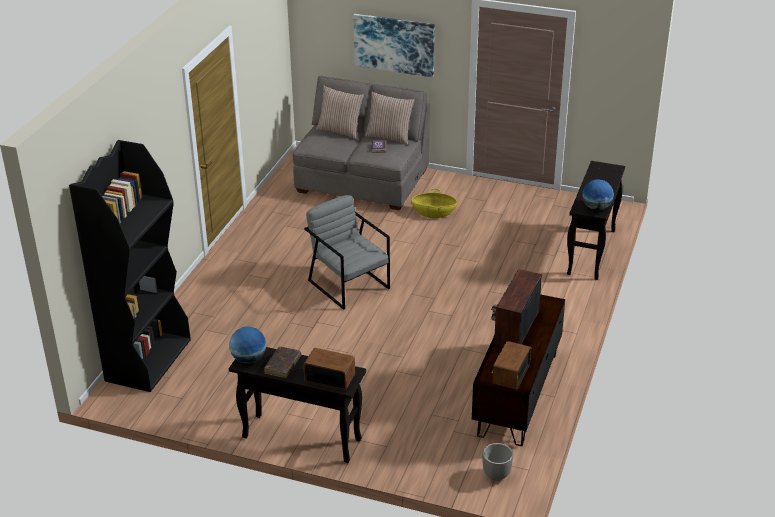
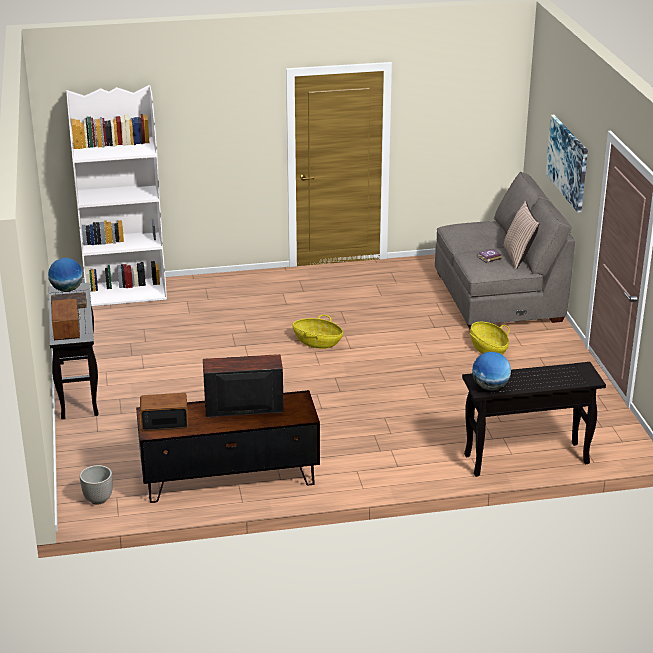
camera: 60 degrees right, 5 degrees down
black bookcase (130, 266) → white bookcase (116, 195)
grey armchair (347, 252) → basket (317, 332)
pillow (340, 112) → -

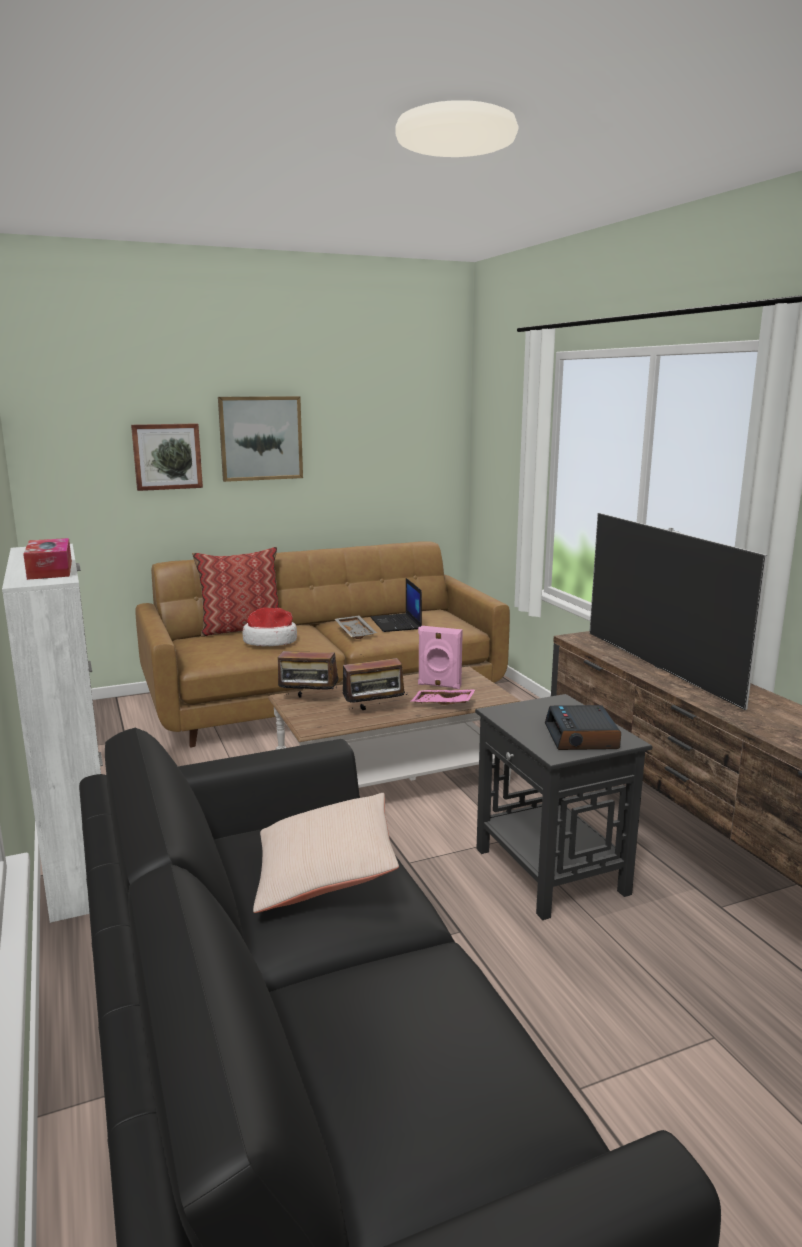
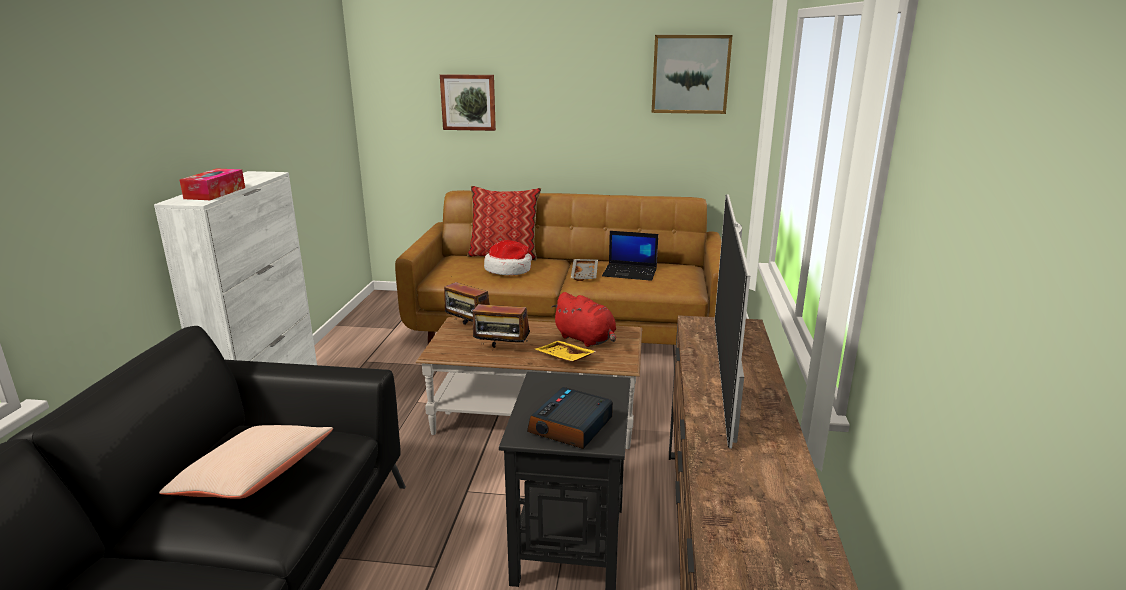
camera: 30 degrees right, 5 degrees up
picture (260, 439) → picture (692, 74), relocated
laptop (396, 605) → laptop (630, 256), 90 degrees counterclockwise
pink tray (443, 697) → yellow tray (565, 351)
pink speaker (440, 657) → red plush toy (583, 319)

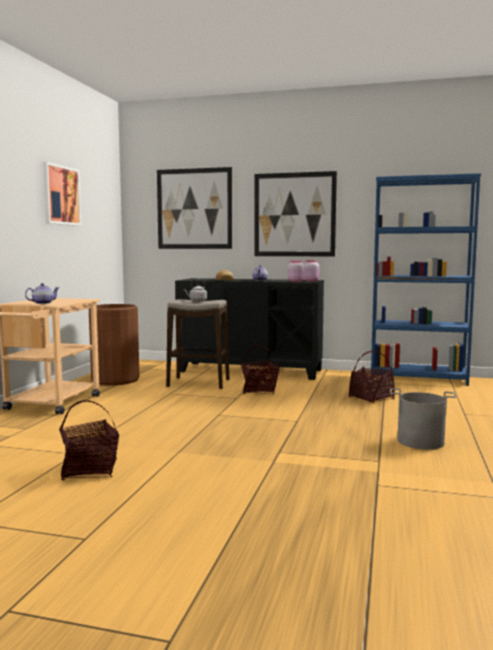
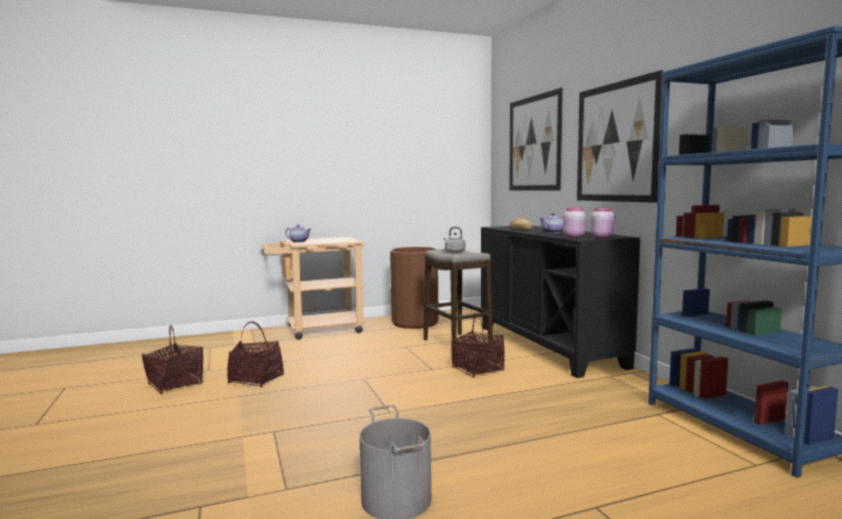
camera: 55 degrees right, 0 degrees up
picture (62, 194) → -
basket (372, 377) → basket (255, 354), relocated

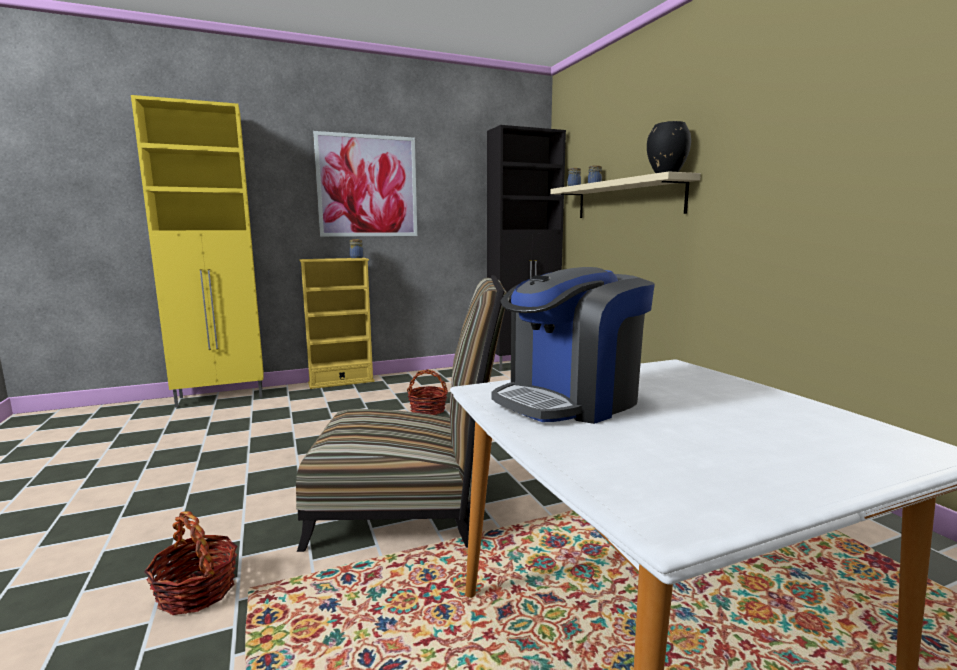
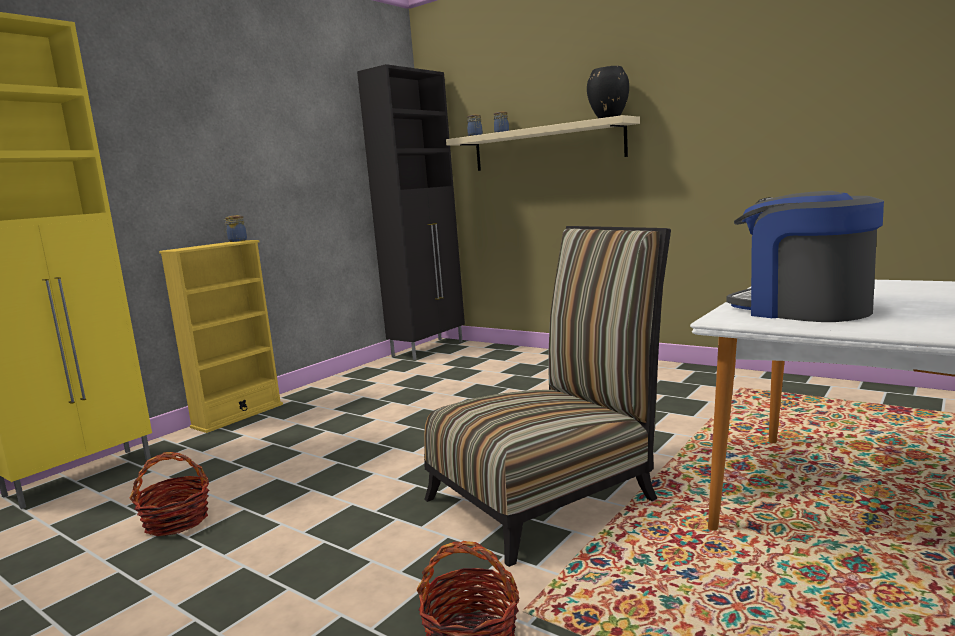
camera: 30 degrees left, 0 degrees up
picture (365, 184) → -
basket (427, 392) → basket (169, 494), relocated
coffee machine (573, 345) → coffee machine (805, 256), 120 degrees clockwise

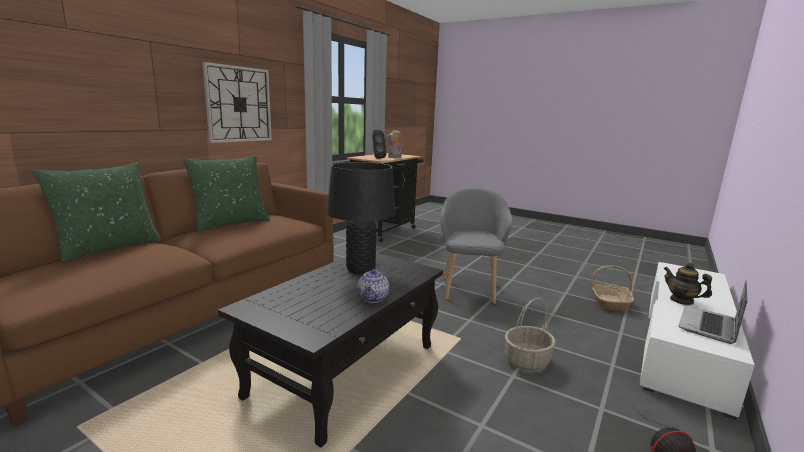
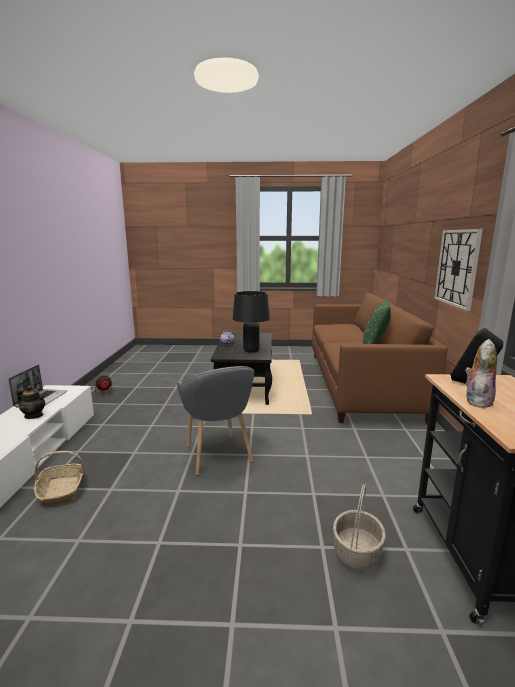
camera: 150 degrees right, 0 degrees up
green pillow (97, 212) → -
basket (530, 334) → basket (359, 527), relocated

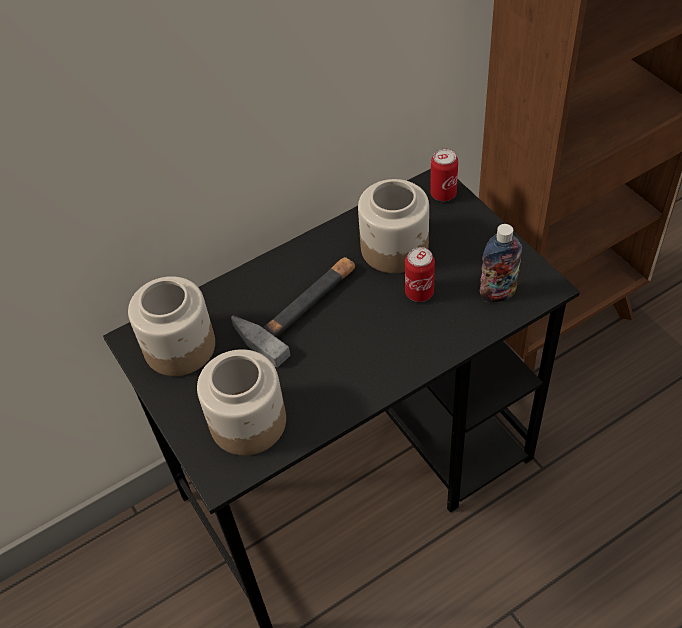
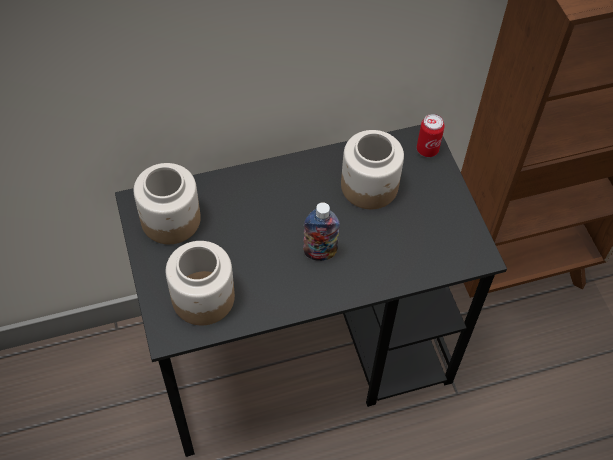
camera: 10 degrees right, 5 degrees up
hammer (293, 312) → -
can (420, 274) → -
bottle (500, 263) → bottle (321, 231), relocated

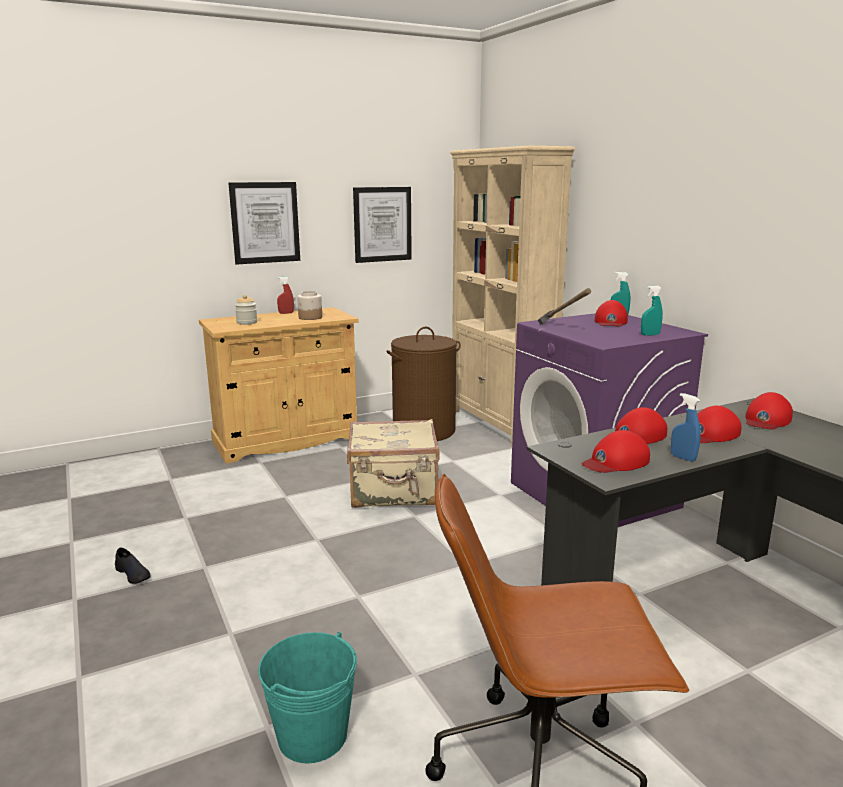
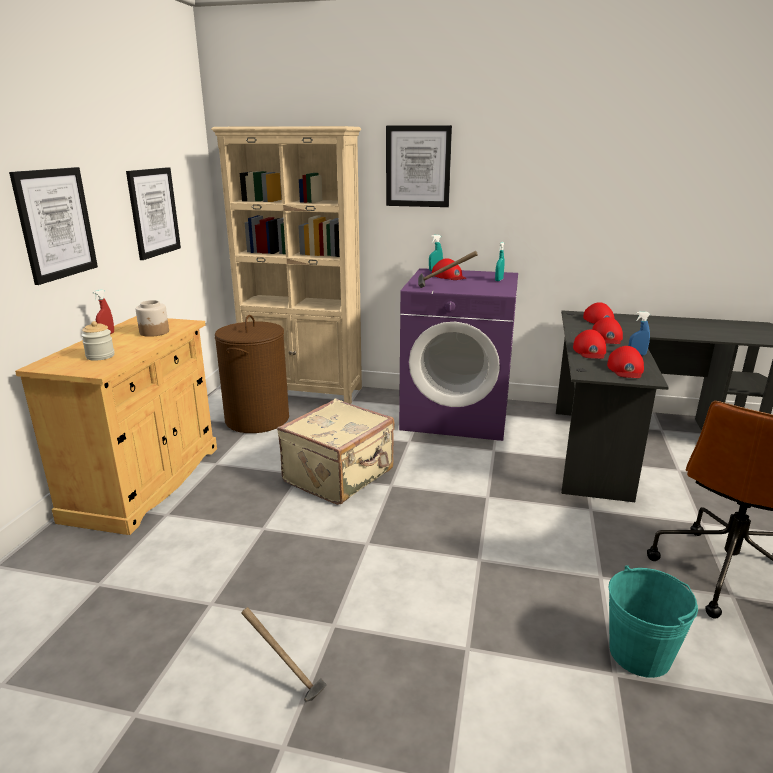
camera: 50 degrees left, 5 degrees up
black shoe (133, 565) → hammer (284, 654)
- → picture (419, 166)

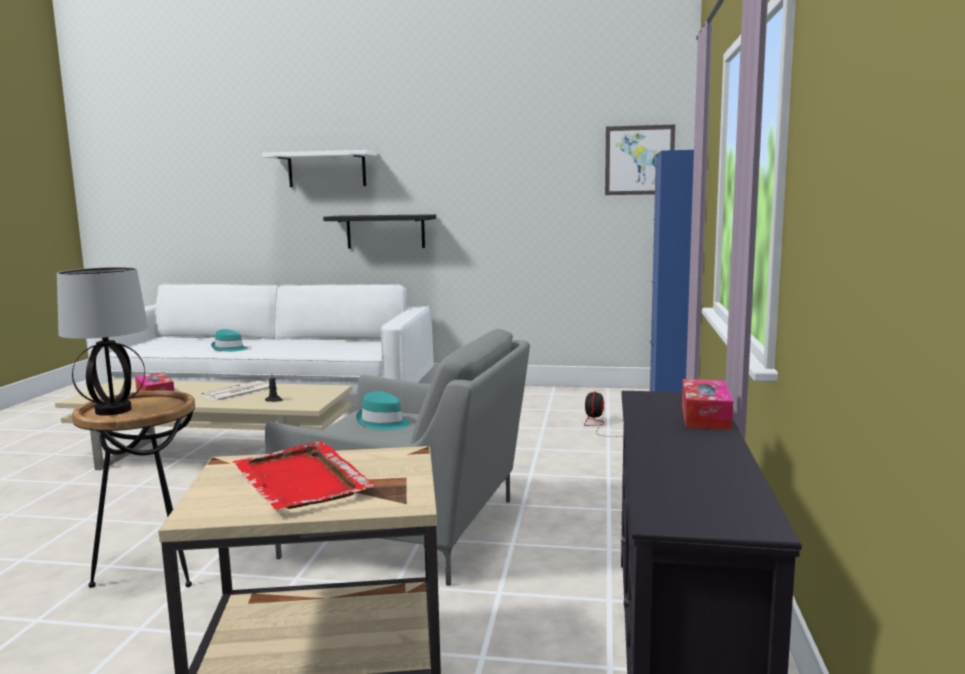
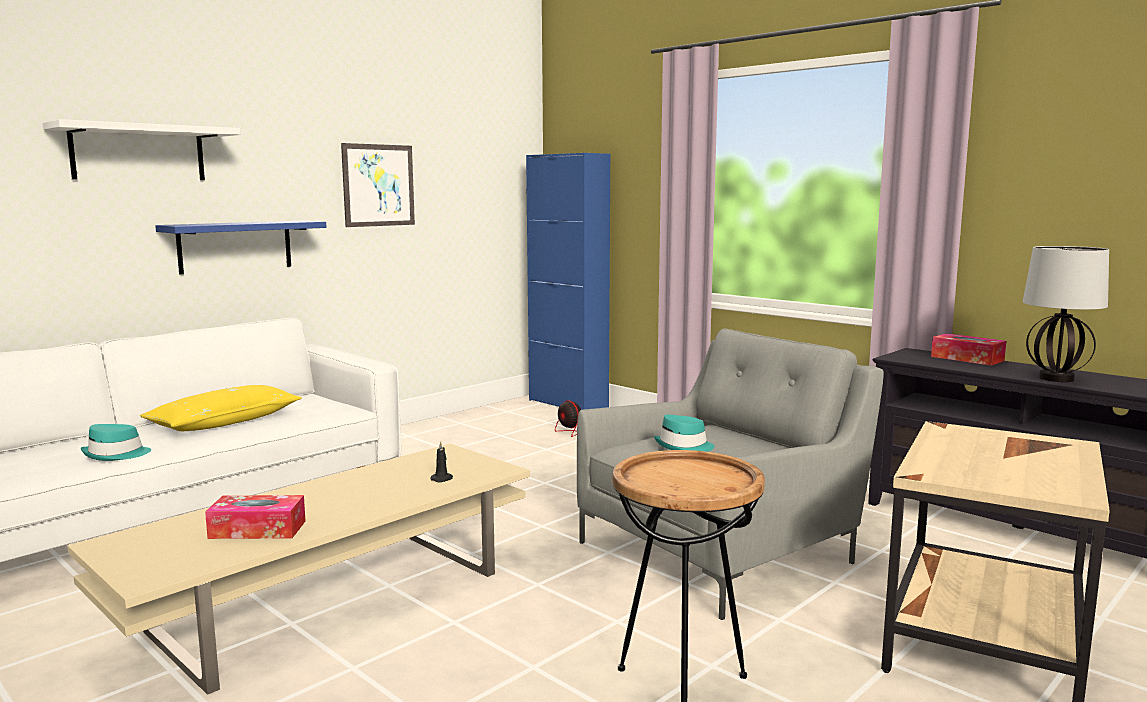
camera: 55 degrees left, 0 degrees up
table lamp (102, 341) → table lamp (1066, 314), relocated
newspaper (235, 391) → -
red tray (305, 475) → -
black shelf (379, 231) → blue shelf (240, 247)
picture (640, 159) → picture (378, 185), relocated
- → yellow pillow (221, 408)

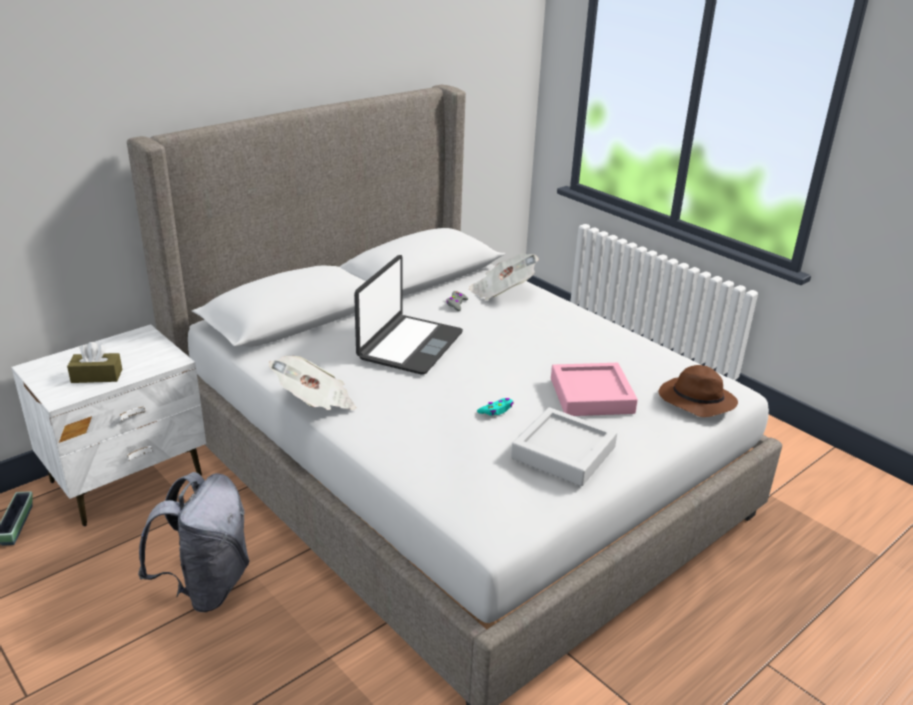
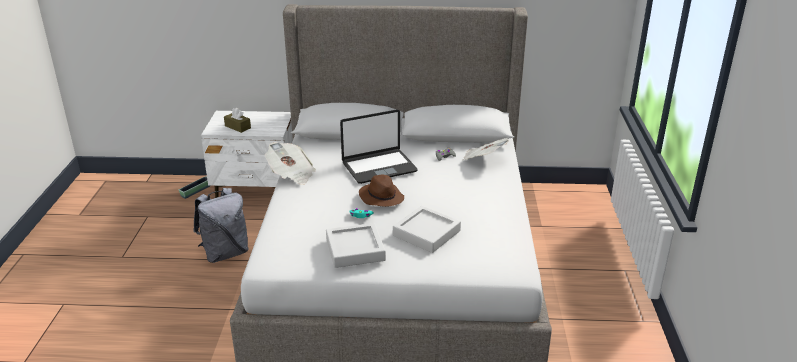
camera: 45 degrees right, 0 degrees up
pink tray (594, 389) → grey tray (427, 229)
brown hat (698, 391) → brown hat (381, 190), relocated

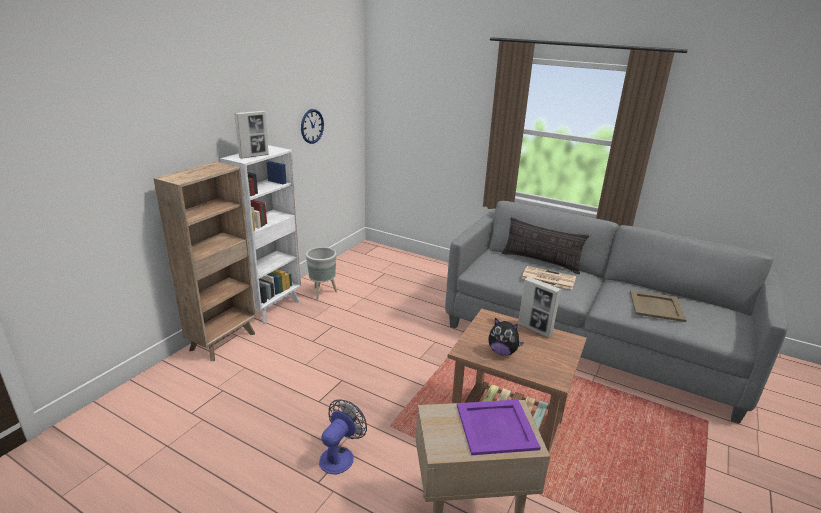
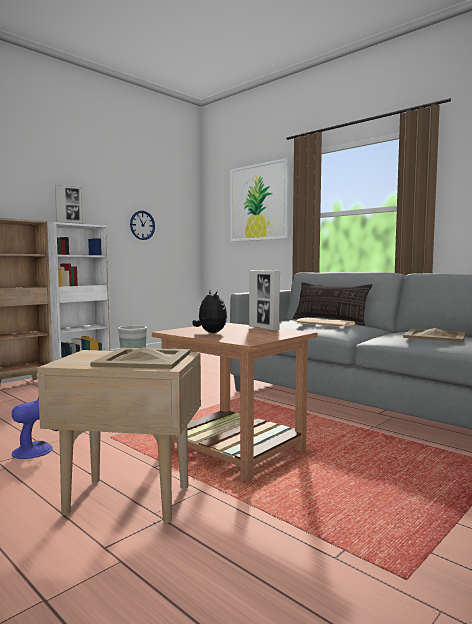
camera: 15 degrees right, 20 degrees down
purple tray (499, 427) → beige tray (140, 358)
plush toy (506, 337) → plush toy (209, 312), 150 degrees counterclockwise
- → picture (260, 200)

